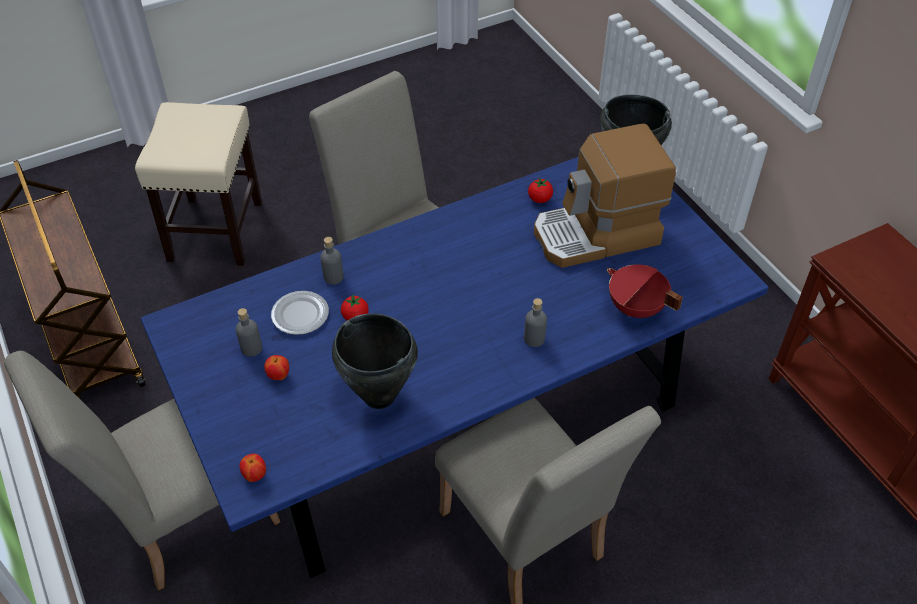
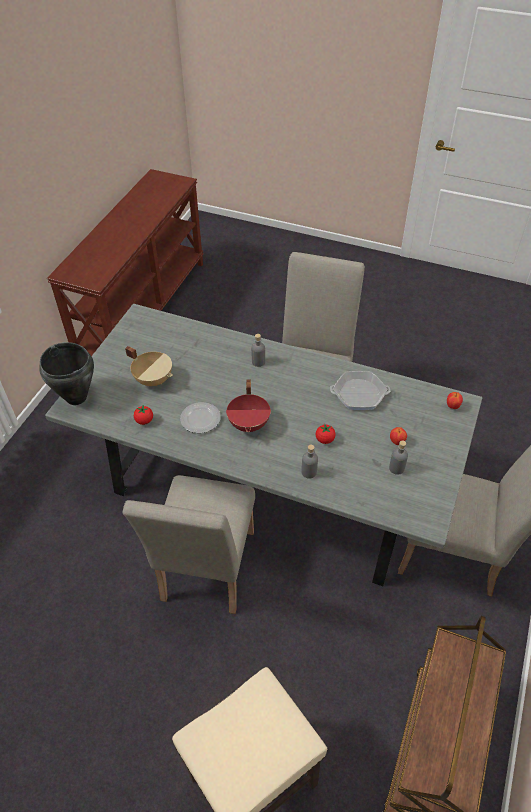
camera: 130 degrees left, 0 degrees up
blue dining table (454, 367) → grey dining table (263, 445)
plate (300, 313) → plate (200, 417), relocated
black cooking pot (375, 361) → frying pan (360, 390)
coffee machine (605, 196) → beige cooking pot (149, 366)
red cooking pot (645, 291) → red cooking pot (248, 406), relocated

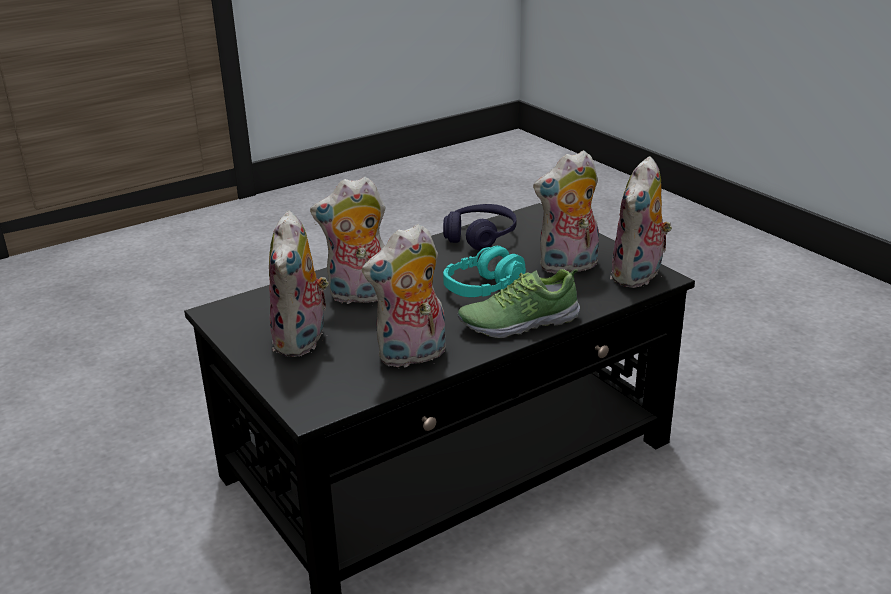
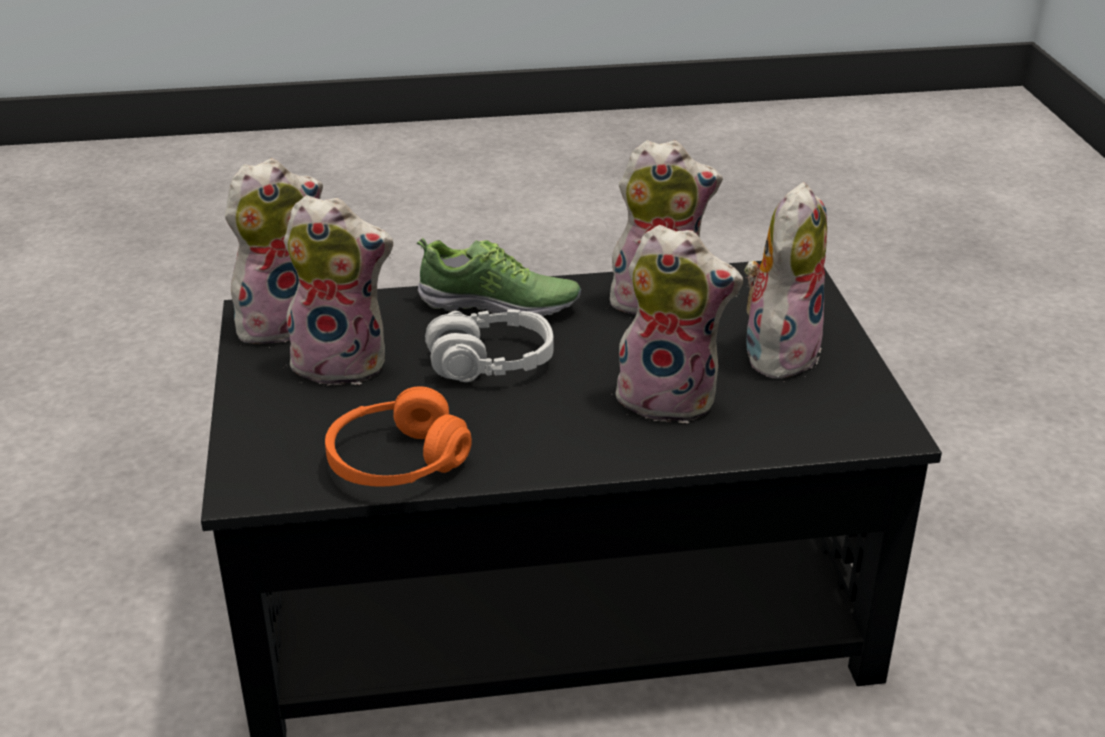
camera: 155 degrees left, 5 degrees up
purple headphones (479, 227) → orange headphones (398, 436)
turquoise headphones (484, 271) → grey headphones (489, 345)

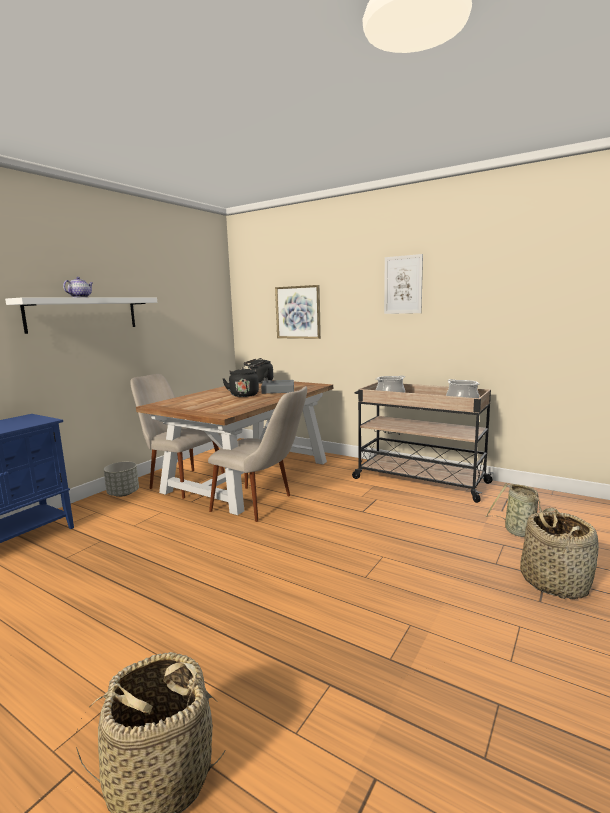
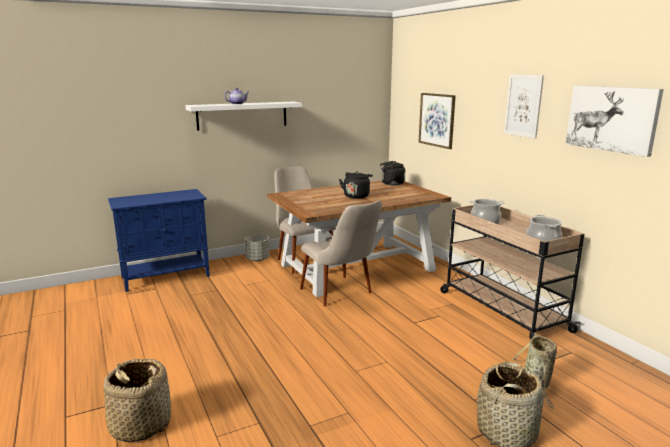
camera: 30 degrees right, 5 degrees up
grey tray (277, 387) → -
- → picture (615, 121)

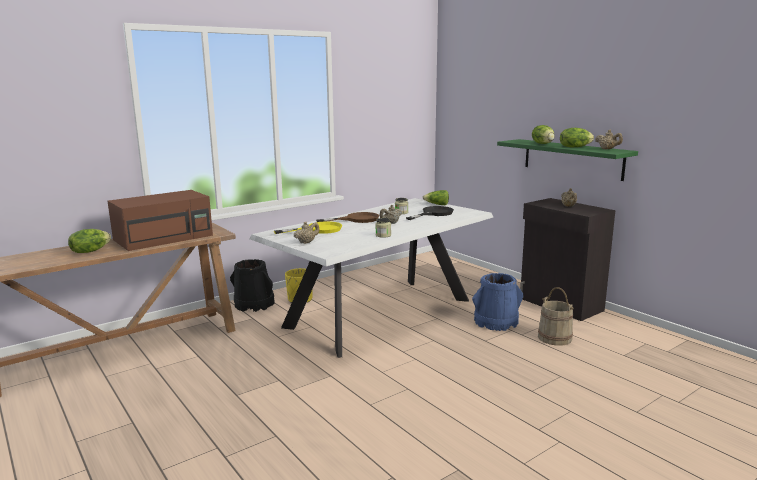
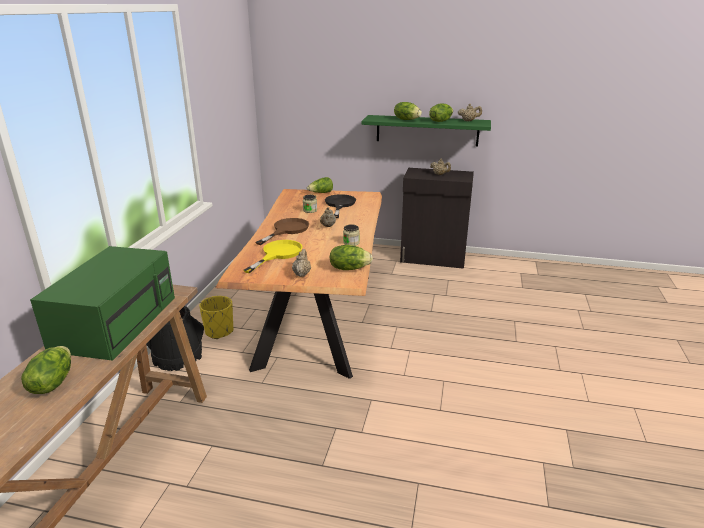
camera: 40 degrees left, 10 degrees up
brown microwave (160, 220) → green microwave (102, 303)
white dining table (371, 278) → brown dining table (299, 284)
blue bucket (497, 302) → -
beige bucket (556, 316) → -
- → lettuce (351, 257)

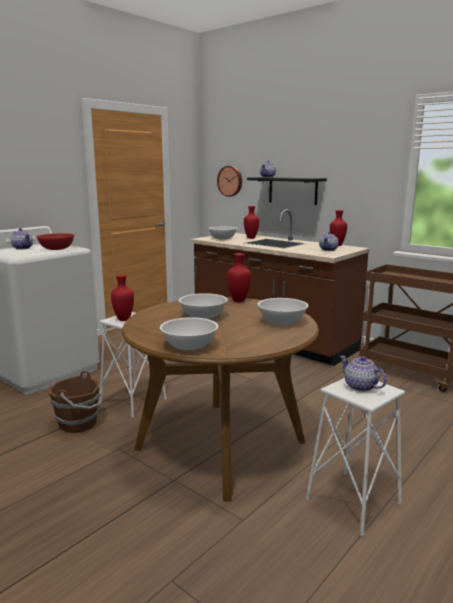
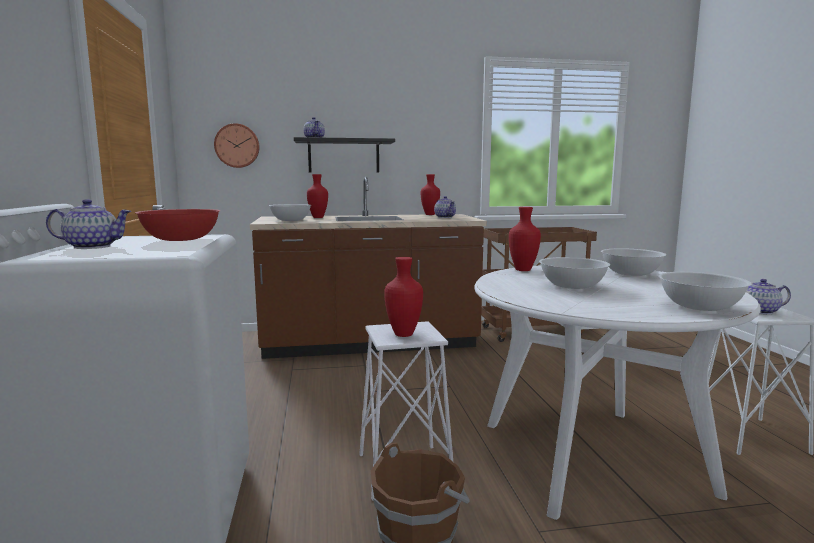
camera: 50 degrees left, 5 degrees down
brown dining table (220, 400) → white dining table (617, 393)

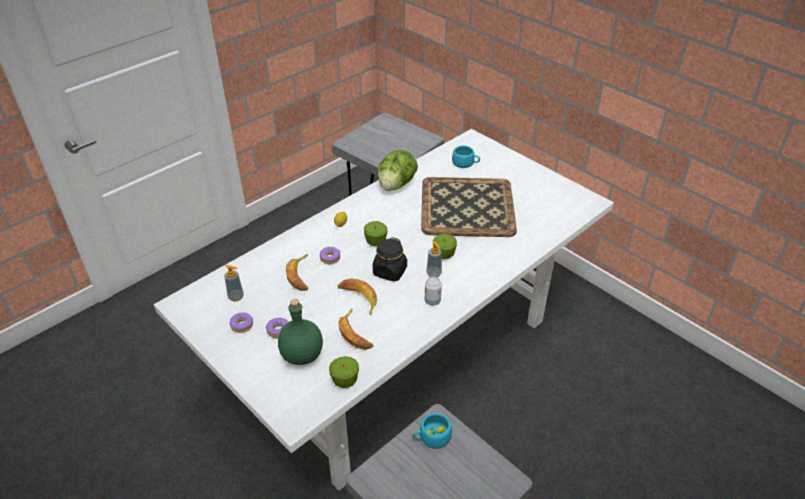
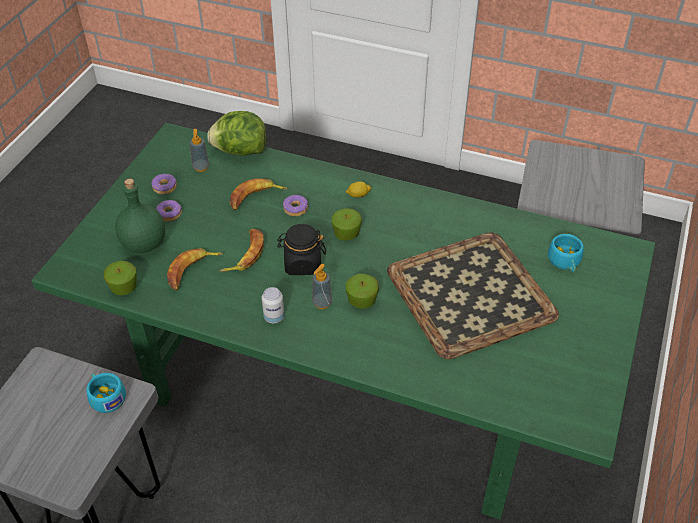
camera: 65 degrees right, 5 degrees up
white dining table (384, 310) → green dining table (343, 321)
lettuce (397, 170) → lettuce (236, 133), relocated

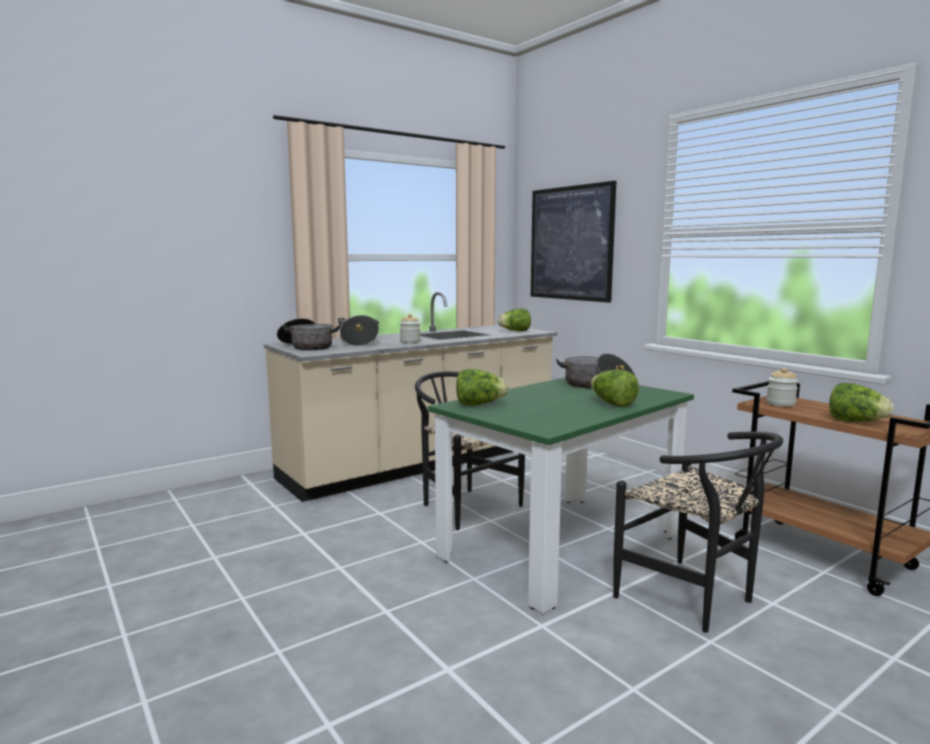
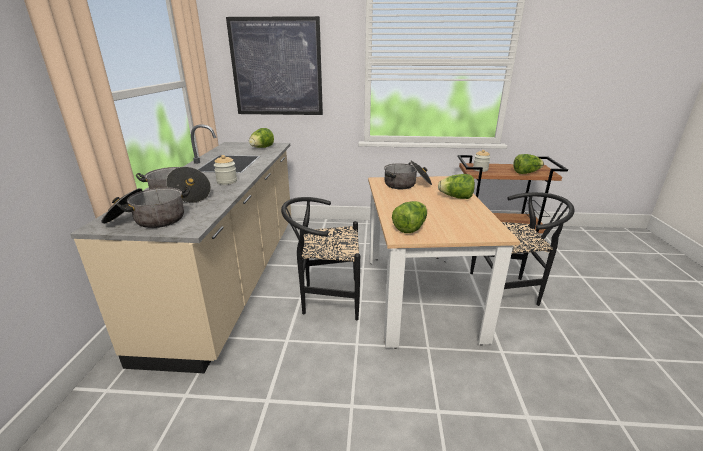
camera: 50 degrees left, 15 degrees up
green dining table (561, 495) → beige dining table (444, 262)

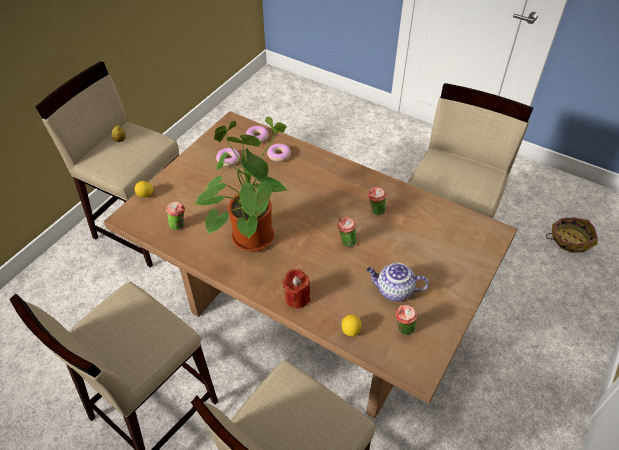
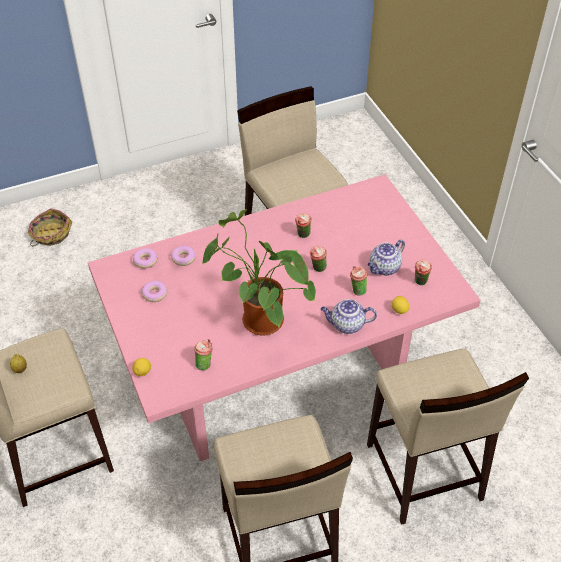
camera: 55 degrees left, 0 degrees up
brown dining table (310, 265) → pink dining table (284, 317)
red candle (296, 289) → teapot (349, 316)
basket (572, 235) → basket (50, 227), relocated
- → cup (358, 281)

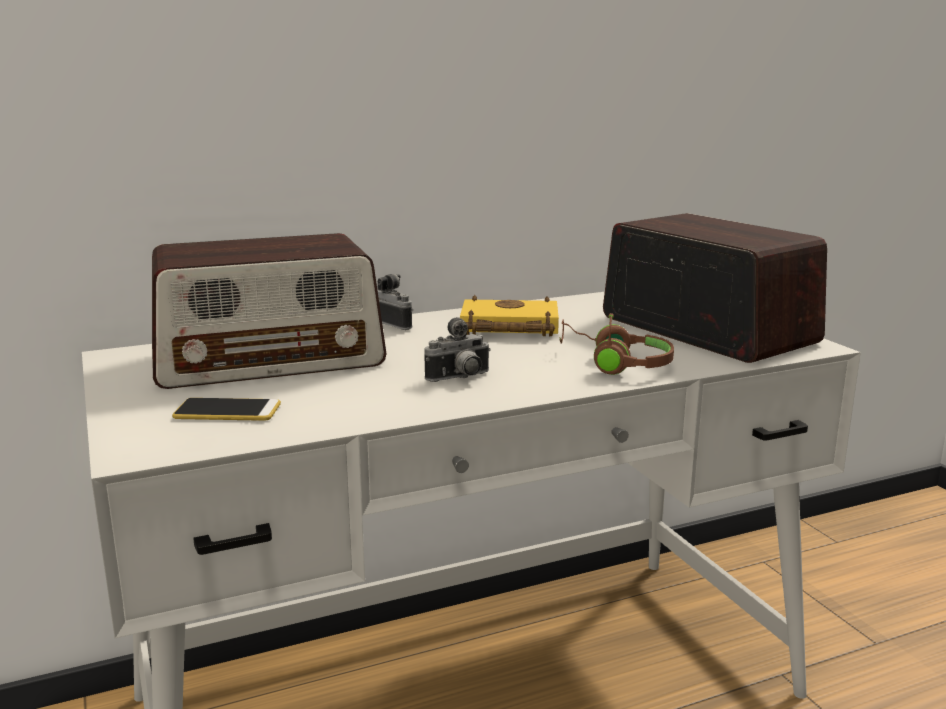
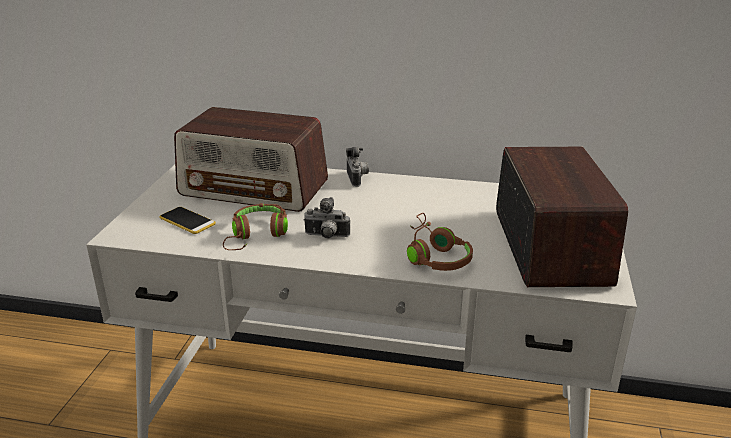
camera: 35 degrees right, 10 degrees up
yellow book (509, 315) → -
- → brown headphones (255, 226)

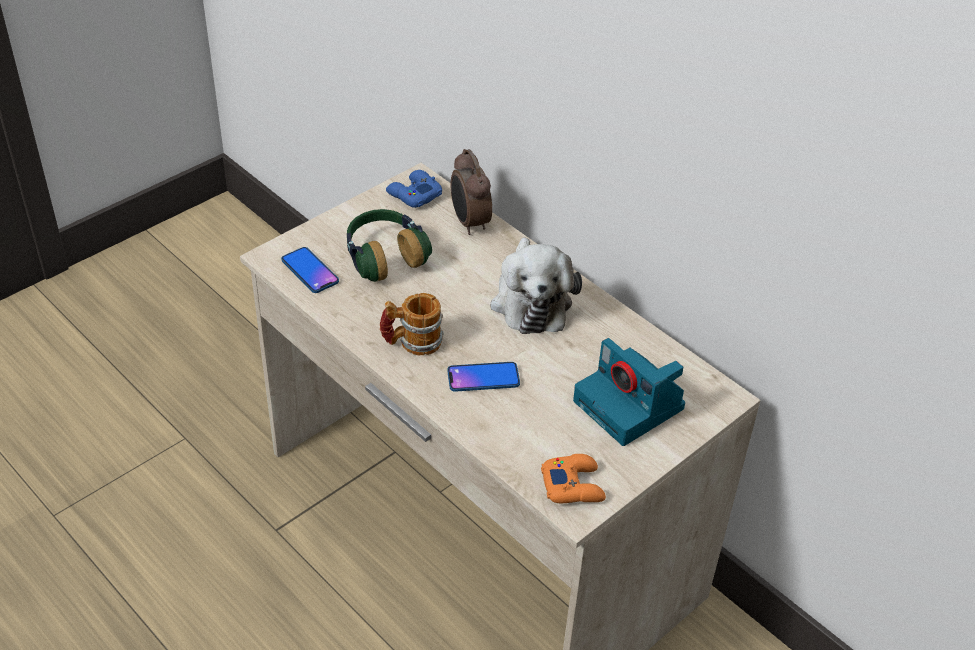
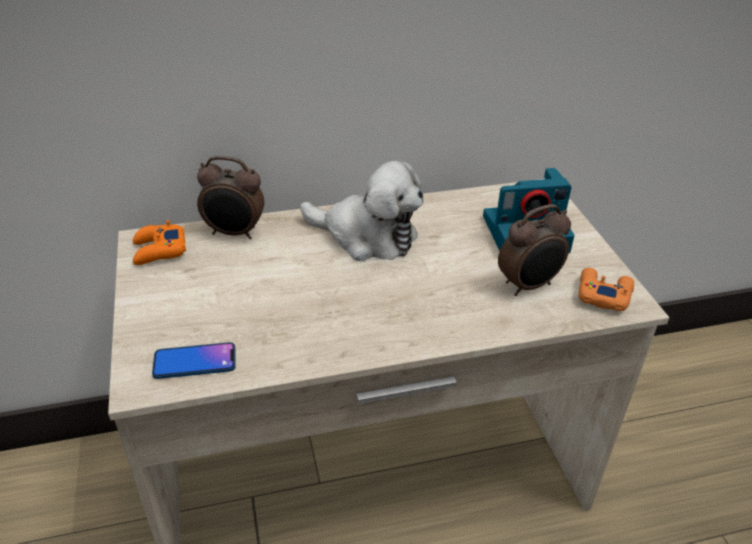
camera: 60 degrees left, 5 degrees down
headphones (389, 245) → -
mug (412, 324) → -
blue game controller (414, 189) → orange game controller (159, 242)
phone (483, 377) → -
- → alarm clock (534, 250)

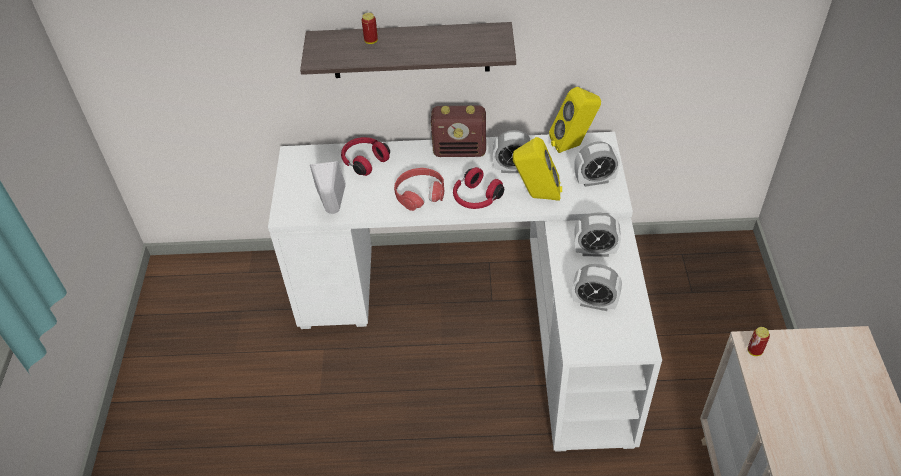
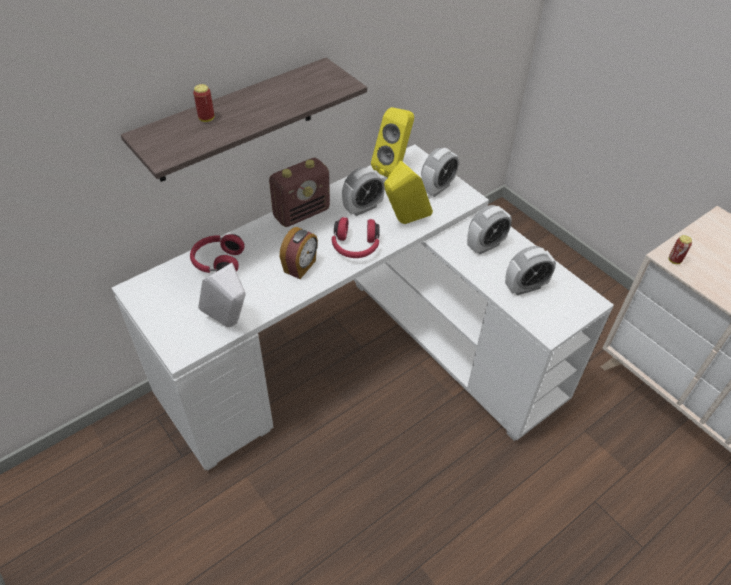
camera: 40 degrees left, 0 degrees up
red headphones (419, 189) → alarm clock (299, 253)

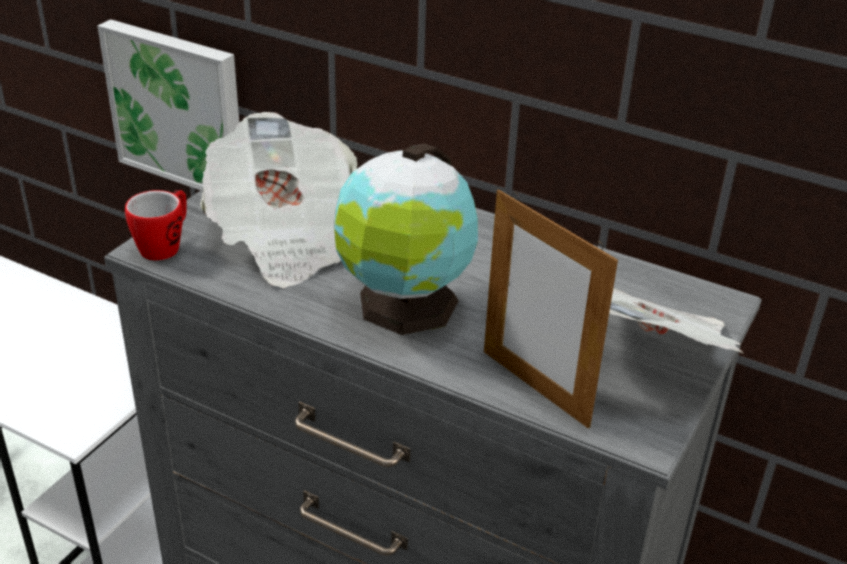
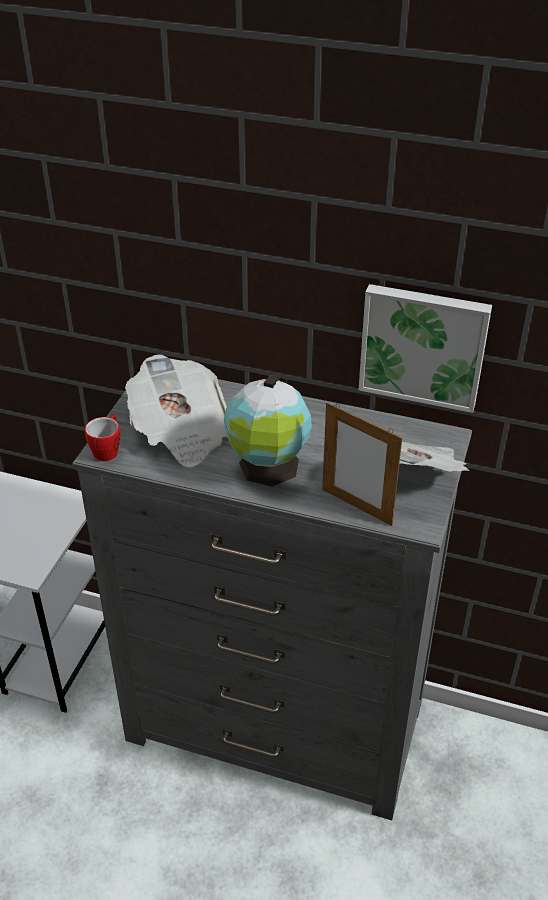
camera: 10 degrees left, 5 degrees up
picture (168, 104) → picture (425, 348), relocated

